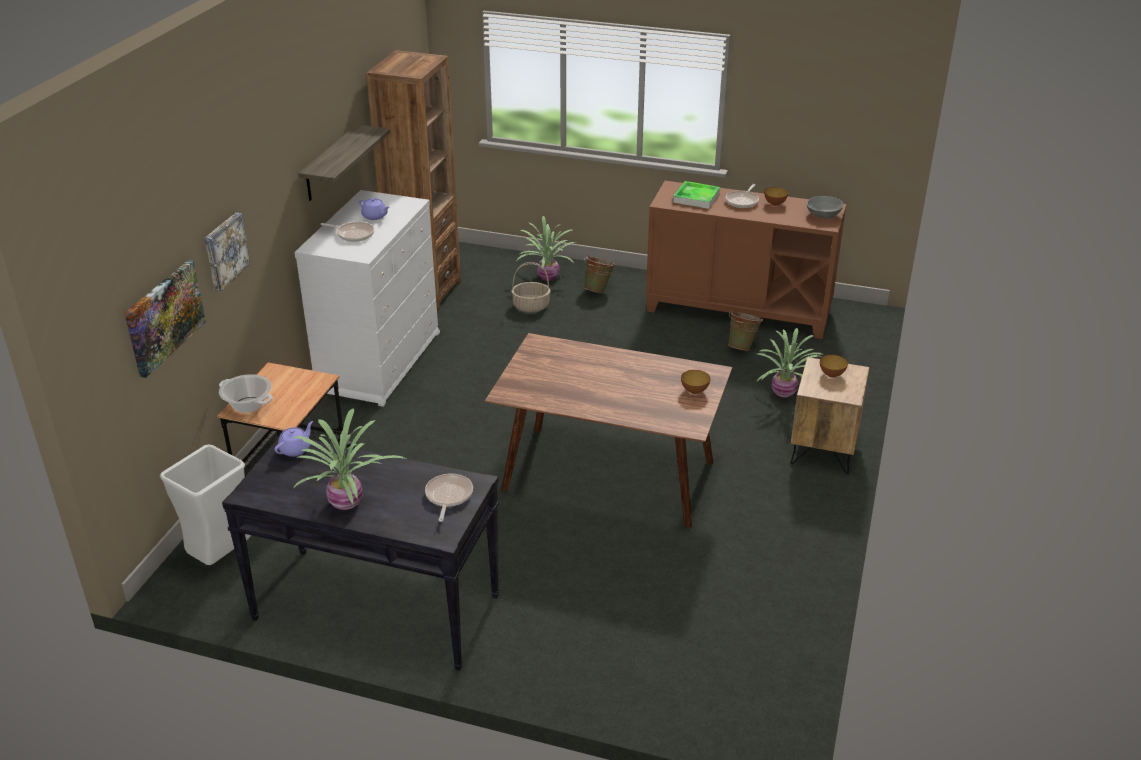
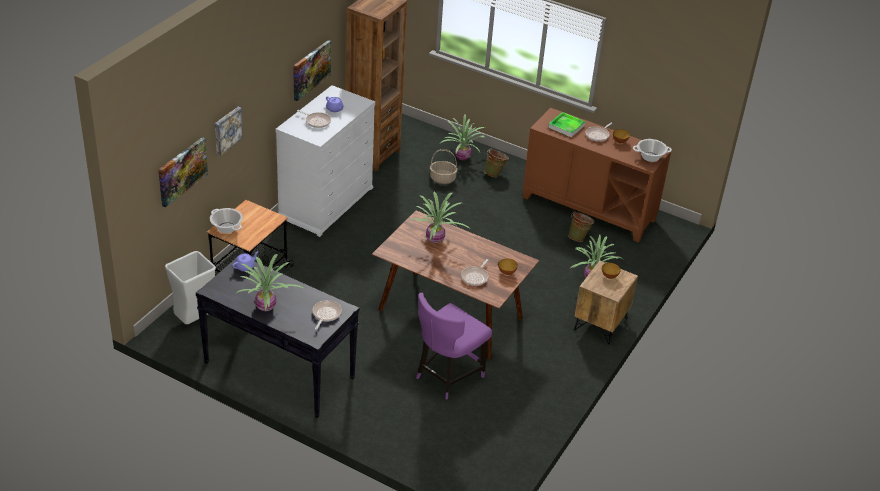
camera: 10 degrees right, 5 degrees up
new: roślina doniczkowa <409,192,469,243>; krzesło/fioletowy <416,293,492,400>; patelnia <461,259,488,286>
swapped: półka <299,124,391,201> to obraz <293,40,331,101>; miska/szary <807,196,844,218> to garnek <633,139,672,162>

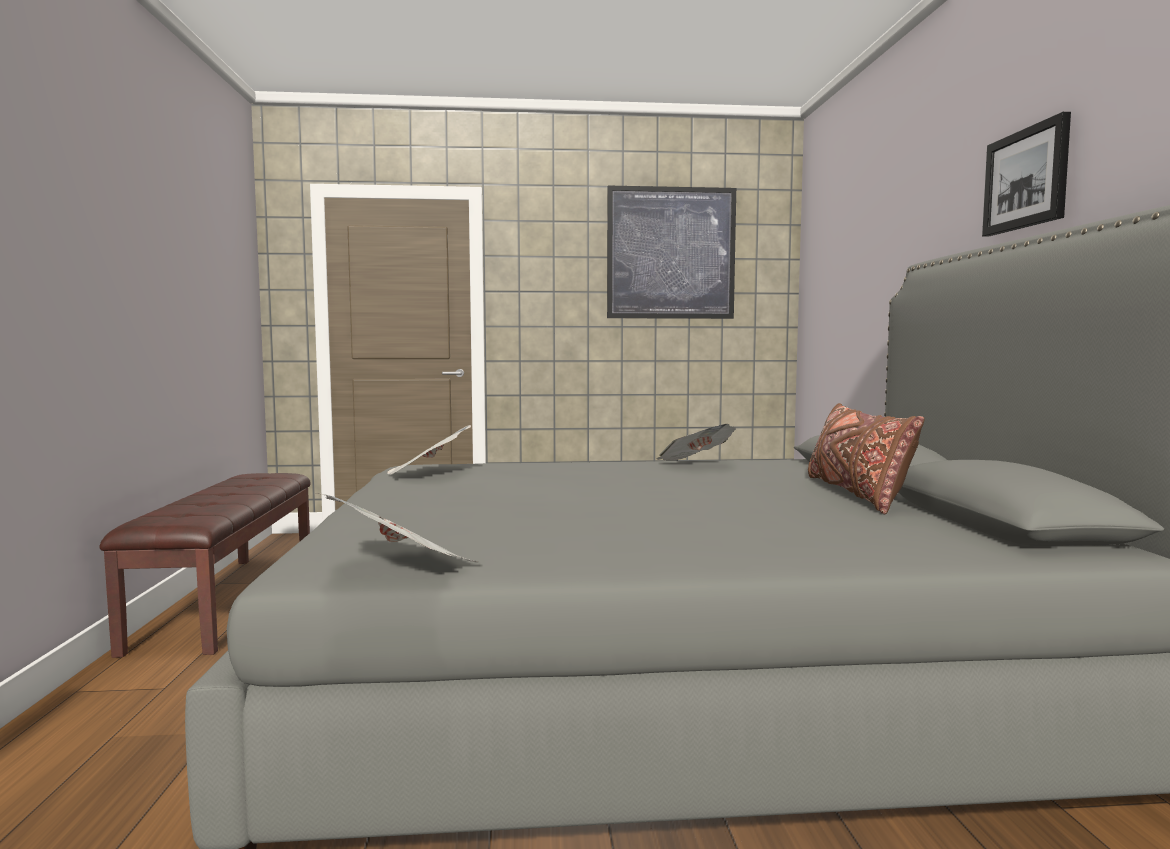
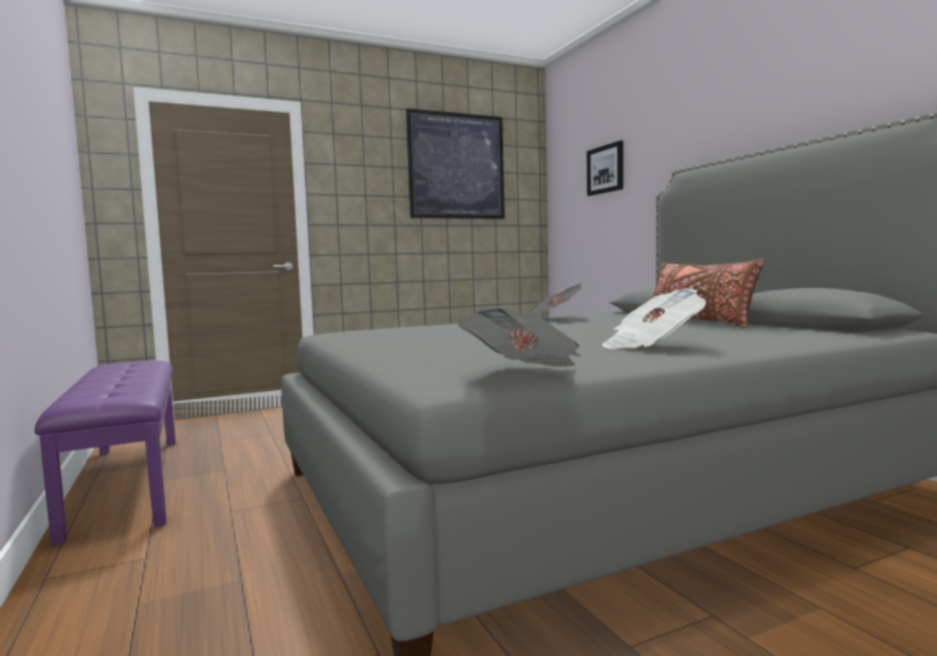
camera: 20 degrees left, 0 degrees up
shifted: gazeta <387,425,471,475> to <602,289,706,349>; obraz <982,112,1071,236> to <587,140,623,196>
repainted: ławka/brązowy <100,473,311,658> to ławka/fioletowy <35,361,176,546>

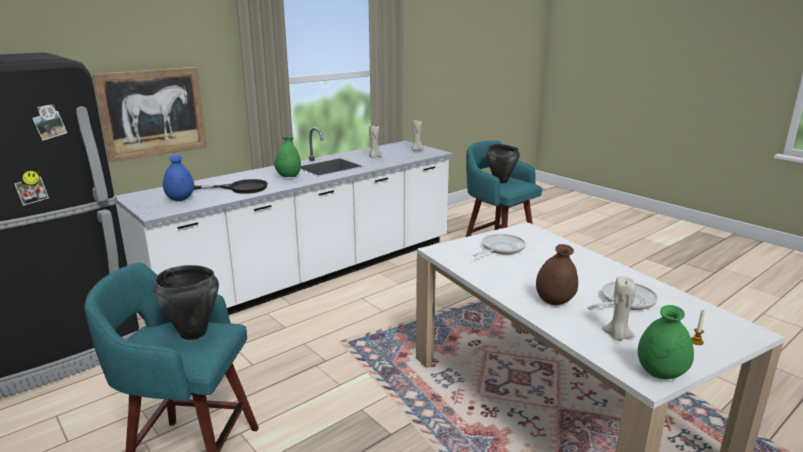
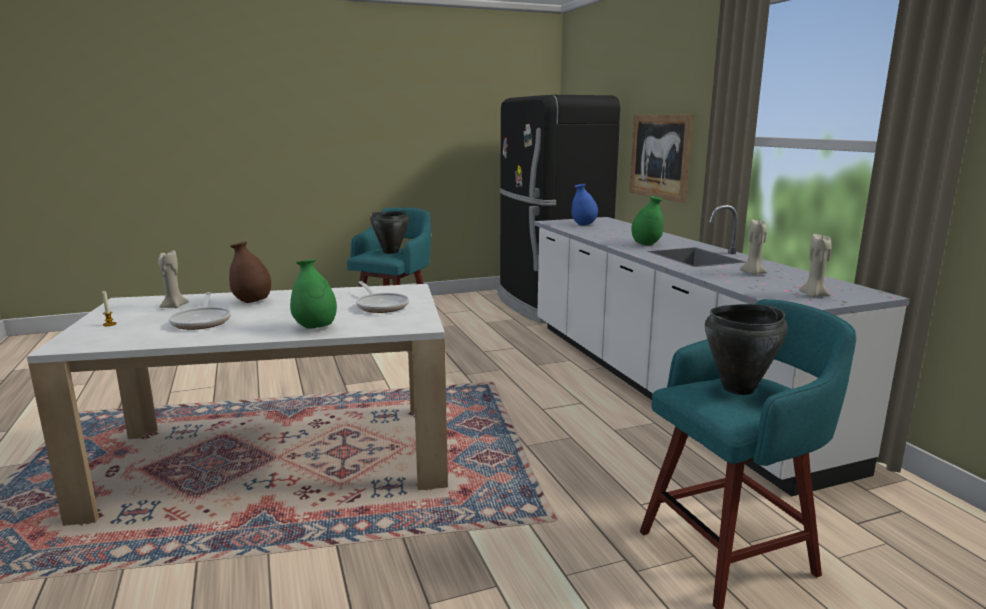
camera: 110 degrees right, 5 degrees down
gone: patelnia/czarny <194,179,268,194>
shifted: wazon/zielony <638,305,694,379> to <290,259,337,329>

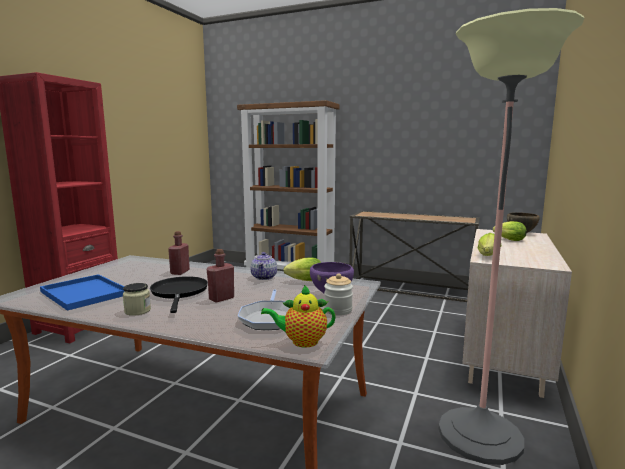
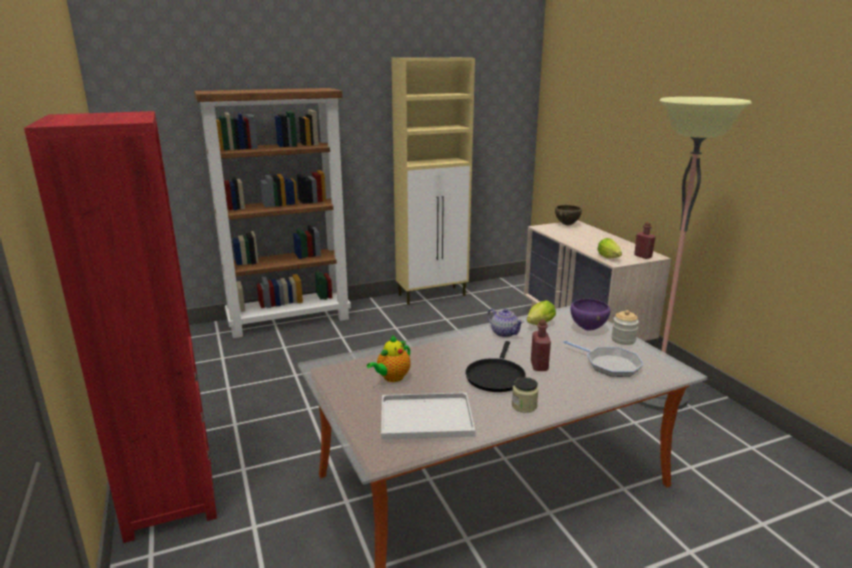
camera: 45 degrees left, 10 degrees up
gone: sałata <493,221,527,241>
shifted: butelka/czerwony <168,231,190,275> to <634,222,656,259>; imbryk <261,285,335,348> to <367,335,411,382>
swapped: stolik konsolowy <349,211,480,302> to szafka/beżowy <391,58,475,305>
repainted: taca/niebieski <40,274,124,311> to taca/biały <381,392,475,440>
rotated: patelnia/czarny <150,276,208,313> = <465,341,526,392> 105 degrees counterclockwise

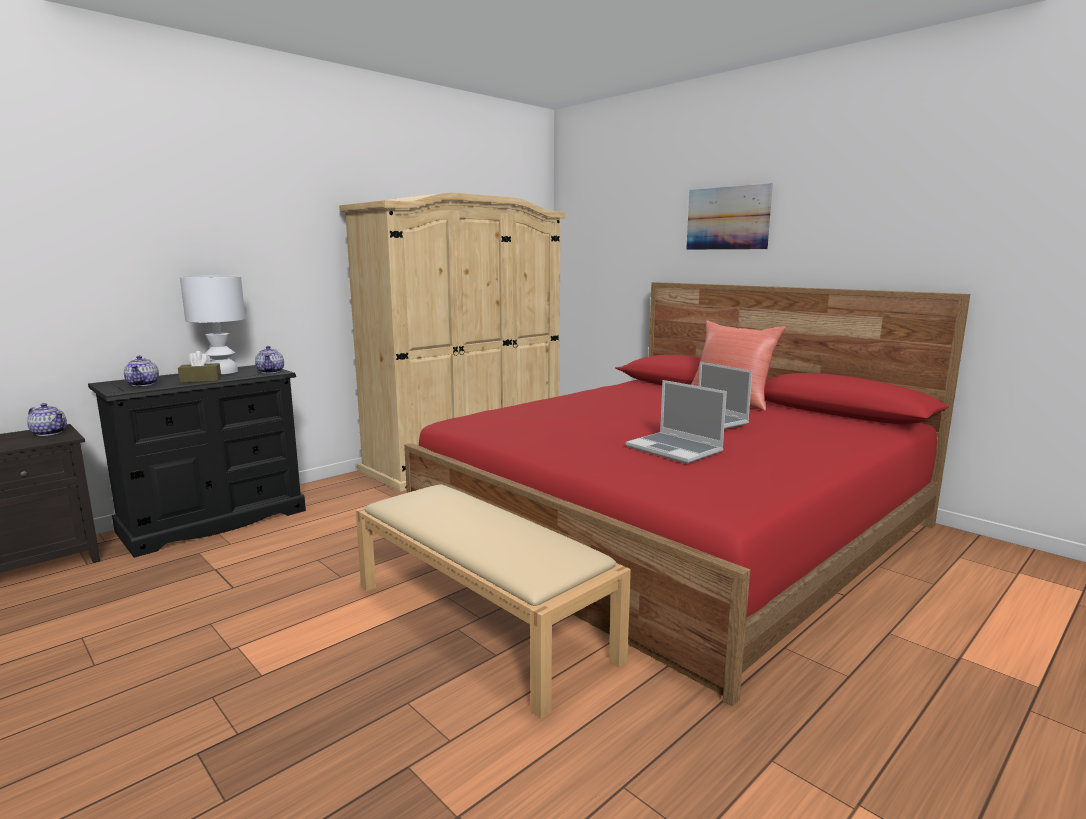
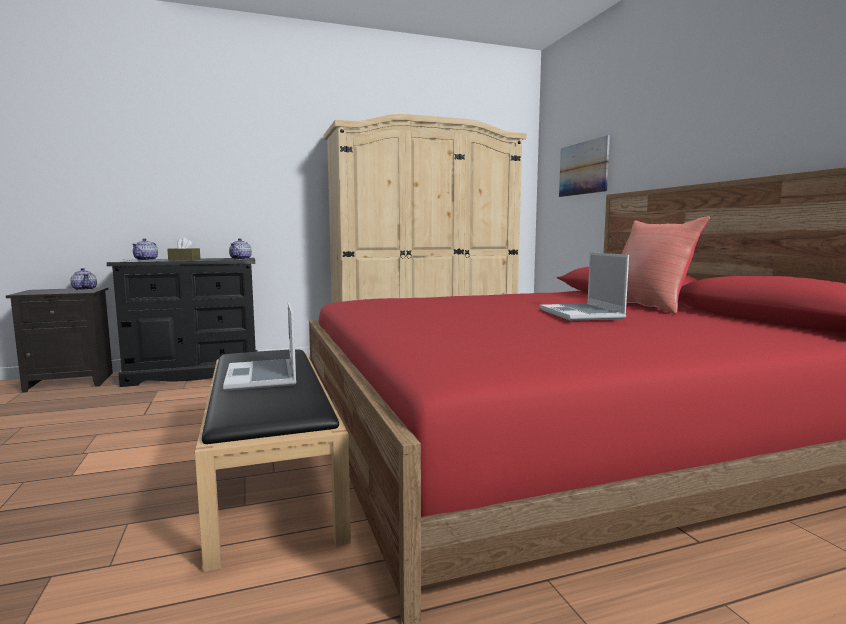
camera: 25 degrees right, 5 degrees down
gone: lampa stołowa/biały <180,276,245,374>
shifted: laptop <625,380,727,464> to <223,302,296,391>; obraz <686,183,773,250> to <559,135,610,197>
repainted: ławka/beżowy <356,484,631,719> to ławka/czarny <195,349,351,572>

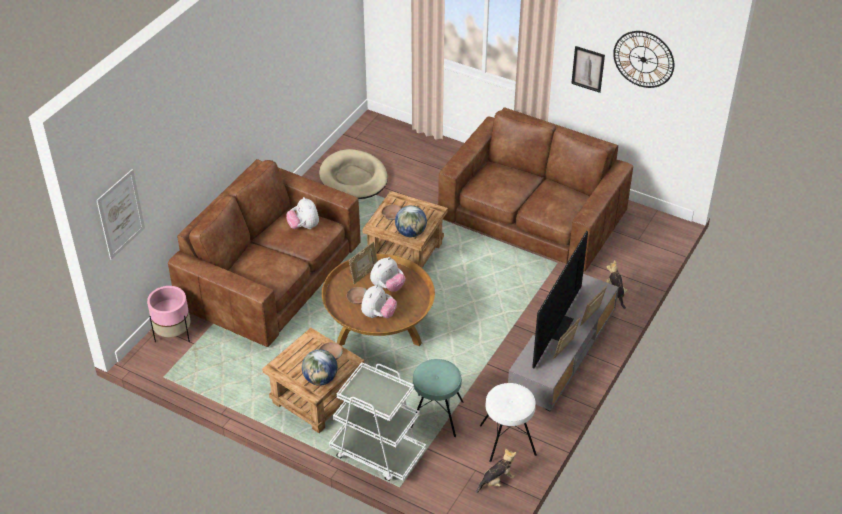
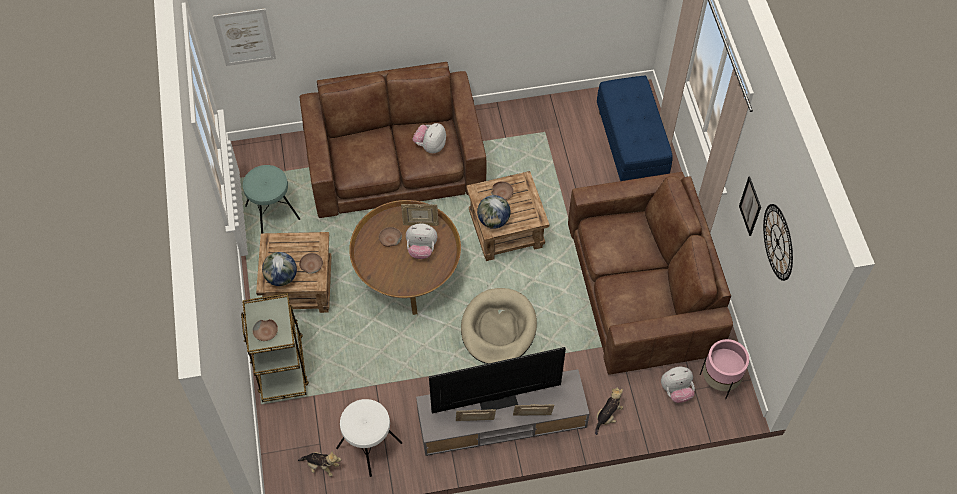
camera: 50 degrees right, 15 degrees up
new: miska/brązowy <252,319,278,341>; ławka/niebieski <597,76,673,181>
shifted: donica/różowy <147,286,191,342> to <700,339,749,399>; legowisko/beżowy <319,149,388,199> to <461,288,537,364>; pluszak <361,284,397,318> to <661,367,695,403>; stołek/turkusowy <411,359,464,437> to <243,165,300,233>
repainted: wózek/biały <329,362,426,481> to wózek/brązowy <241,293,309,402>

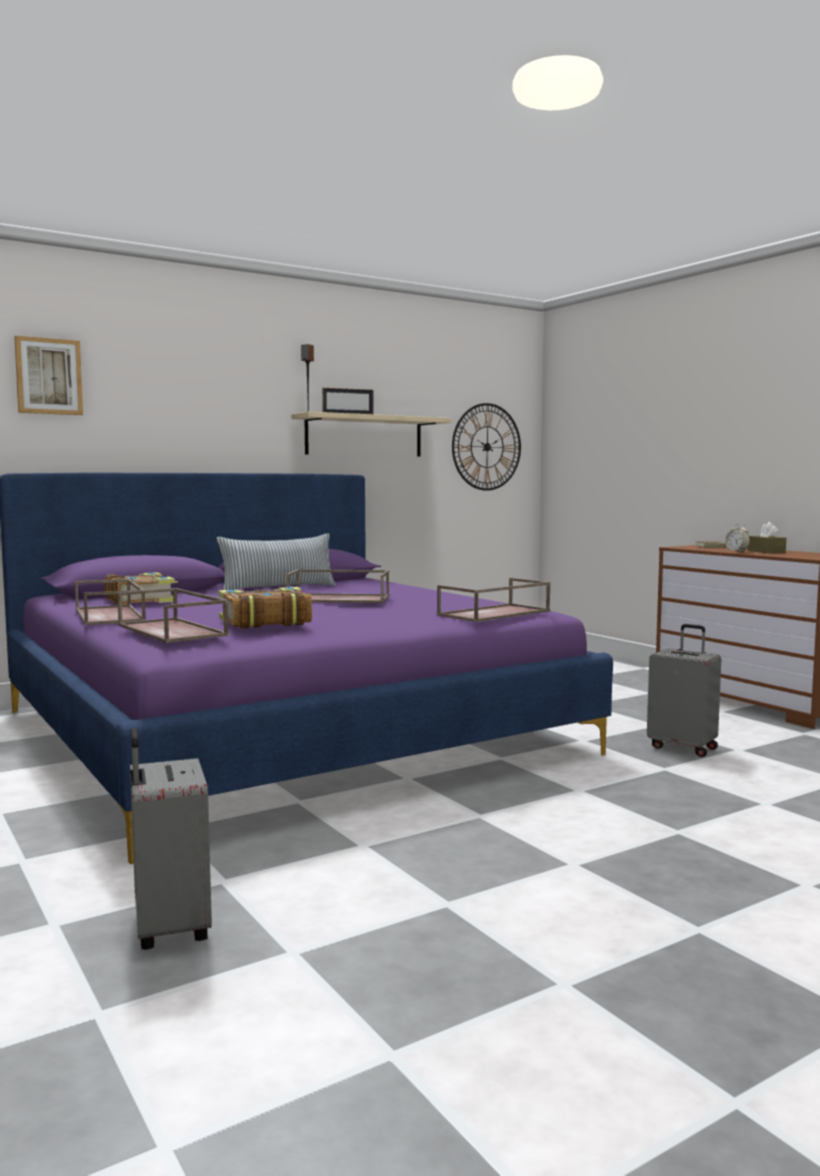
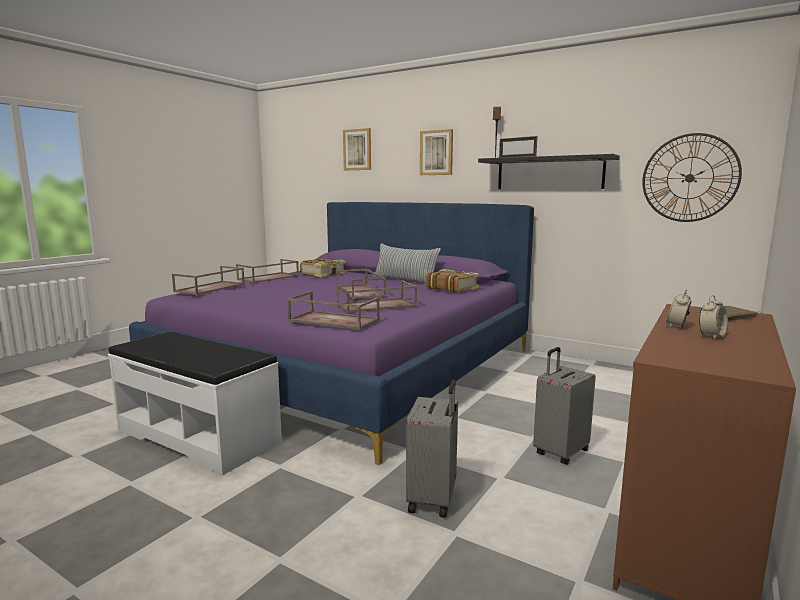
camera: 65 degrees right, 5 degrees up
new: ławka/biały <108,332,282,475>; taca/brązowy <337,280,417,313>; obraz <420,129,453,175>
shifted: walizka/szary <130,727,212,950> to <533,347,596,465>; książka <218,587,312,629> to <425,269,479,293>
swapped: pudełko chusteczek/brązowy <747,522,786,554> to budzik <699,295,728,340>
repainted: półka/beżowy <291,412,452,456> to półka/czarny <478,154,620,189>

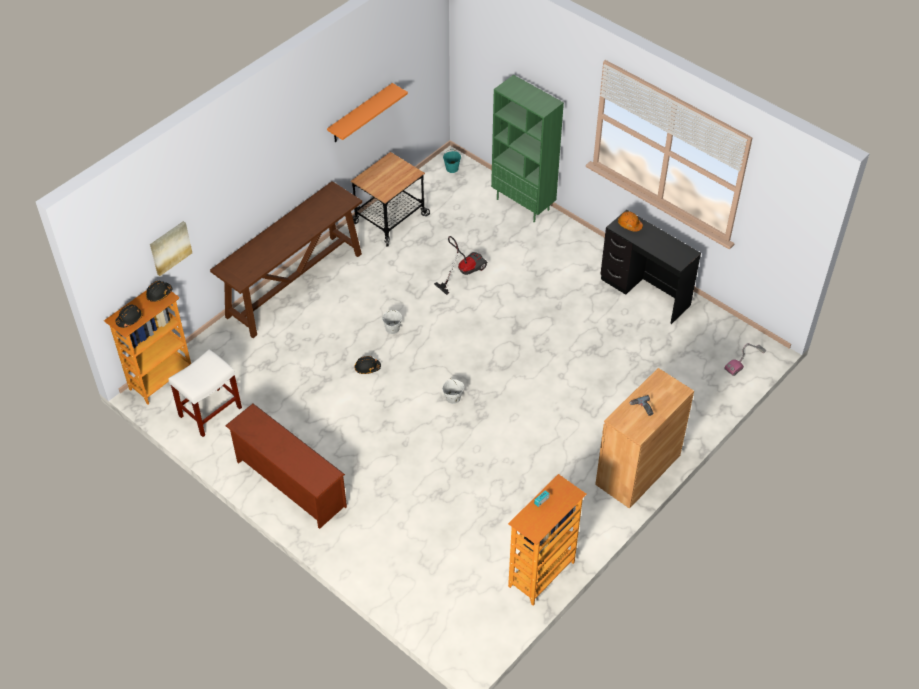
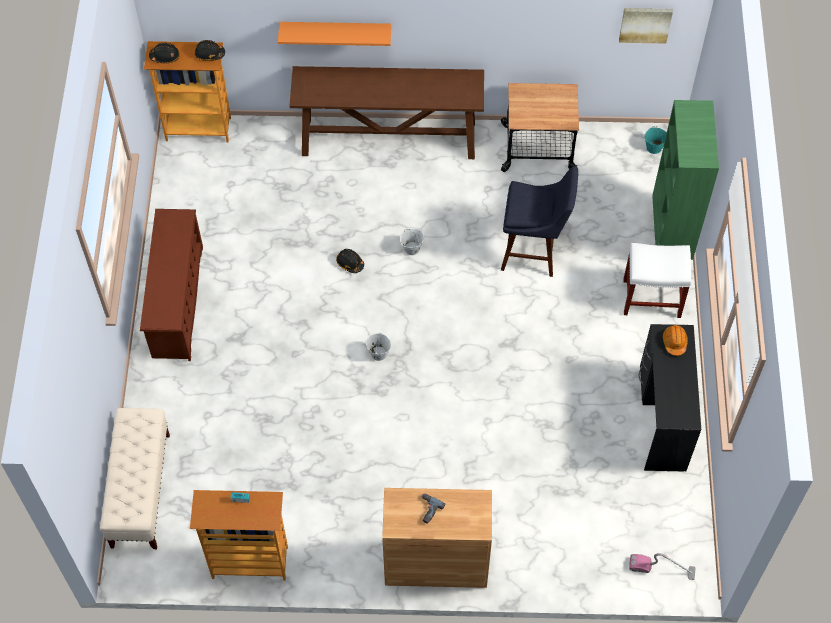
camera: 50 degrees right, 10 degrees up
new: ławka/beżowy <100,408,170,549>
shifted: obraz <150,221,192,276> to <619,8,673,44>; stołek/biały <169,349,242,437> to <623,243,691,318>; półka/pomarańczowy <327,83,408,142> to <278,22,391,46>
swapped: odkurzacz <434,236,488,295> to stołek/niebieski <501,166,578,277>

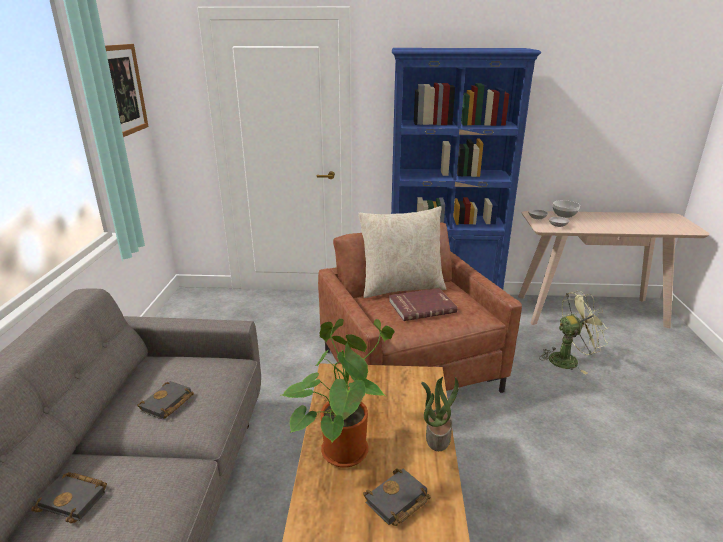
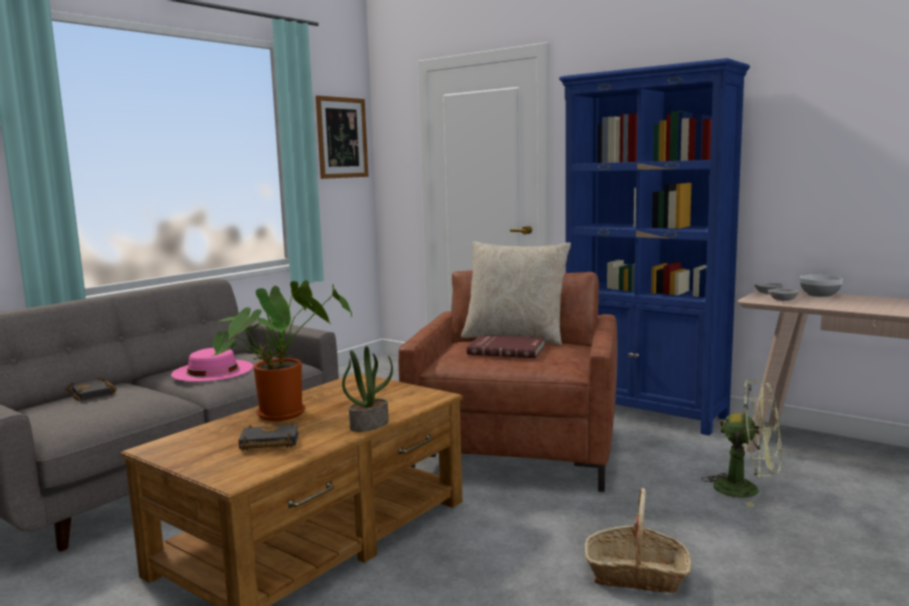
camera: 35 degrees right, 15 degrees down
new: koszyk <585,488,692,593>
swapped: książka/czarny <137,381,194,419> to kapelusz/różowy <171,348,253,382>

